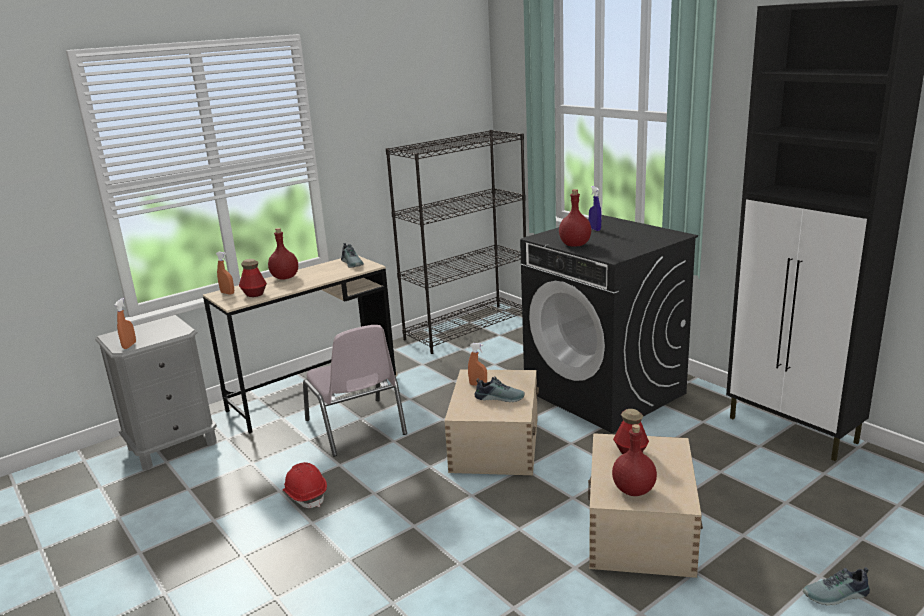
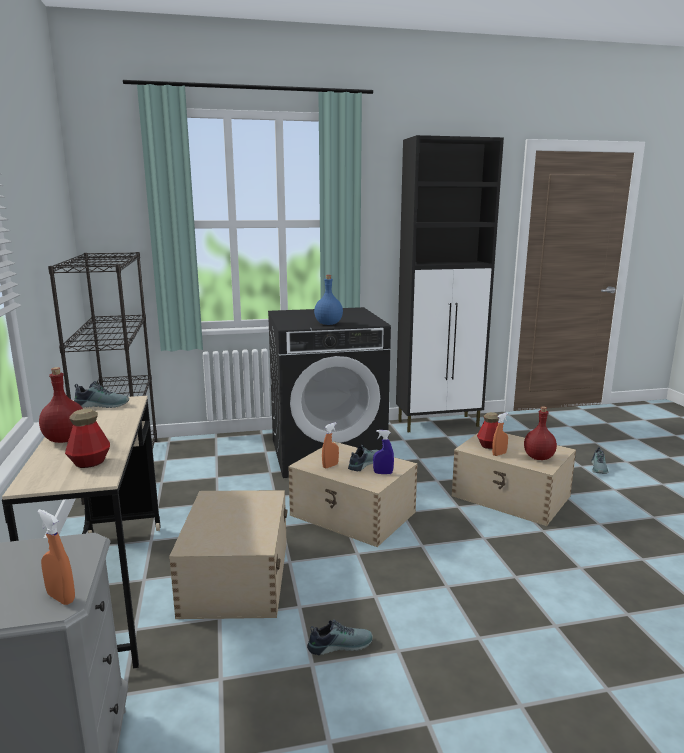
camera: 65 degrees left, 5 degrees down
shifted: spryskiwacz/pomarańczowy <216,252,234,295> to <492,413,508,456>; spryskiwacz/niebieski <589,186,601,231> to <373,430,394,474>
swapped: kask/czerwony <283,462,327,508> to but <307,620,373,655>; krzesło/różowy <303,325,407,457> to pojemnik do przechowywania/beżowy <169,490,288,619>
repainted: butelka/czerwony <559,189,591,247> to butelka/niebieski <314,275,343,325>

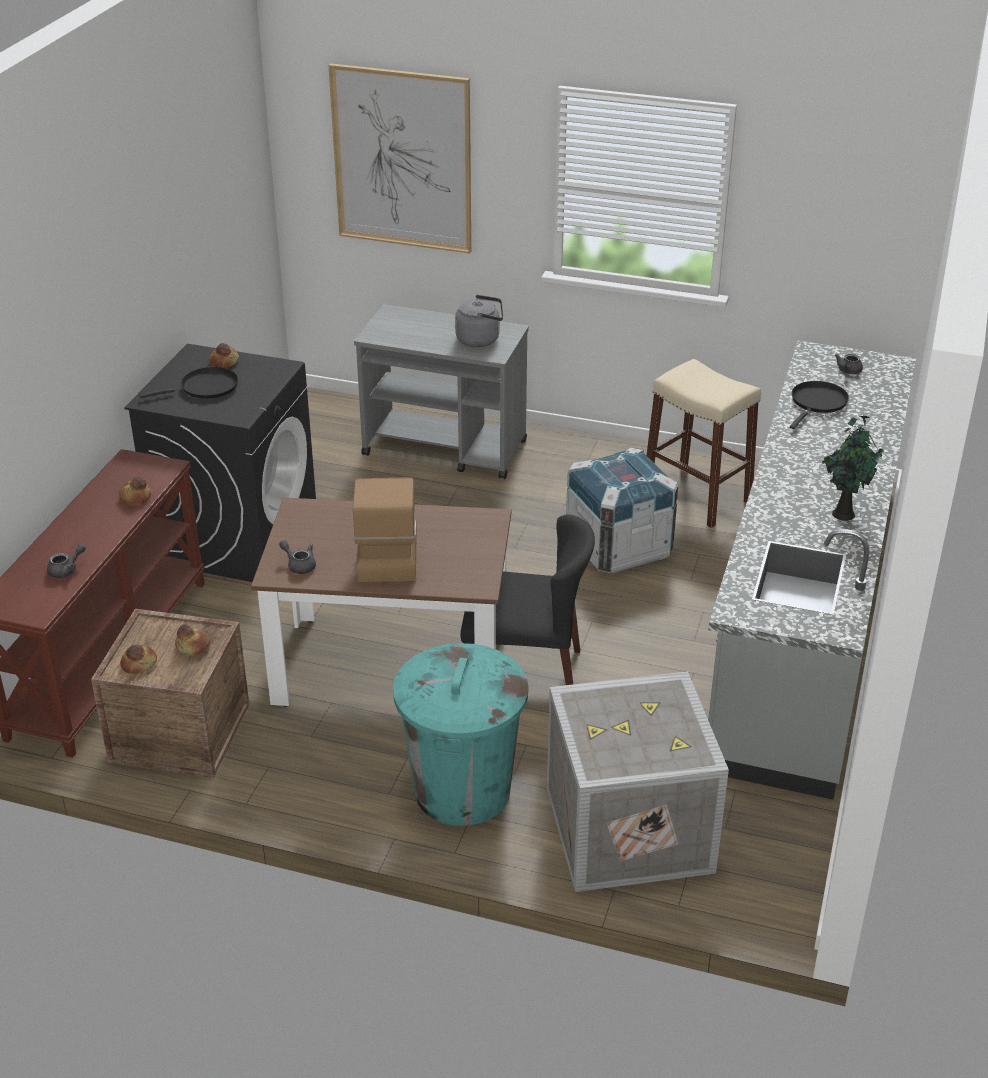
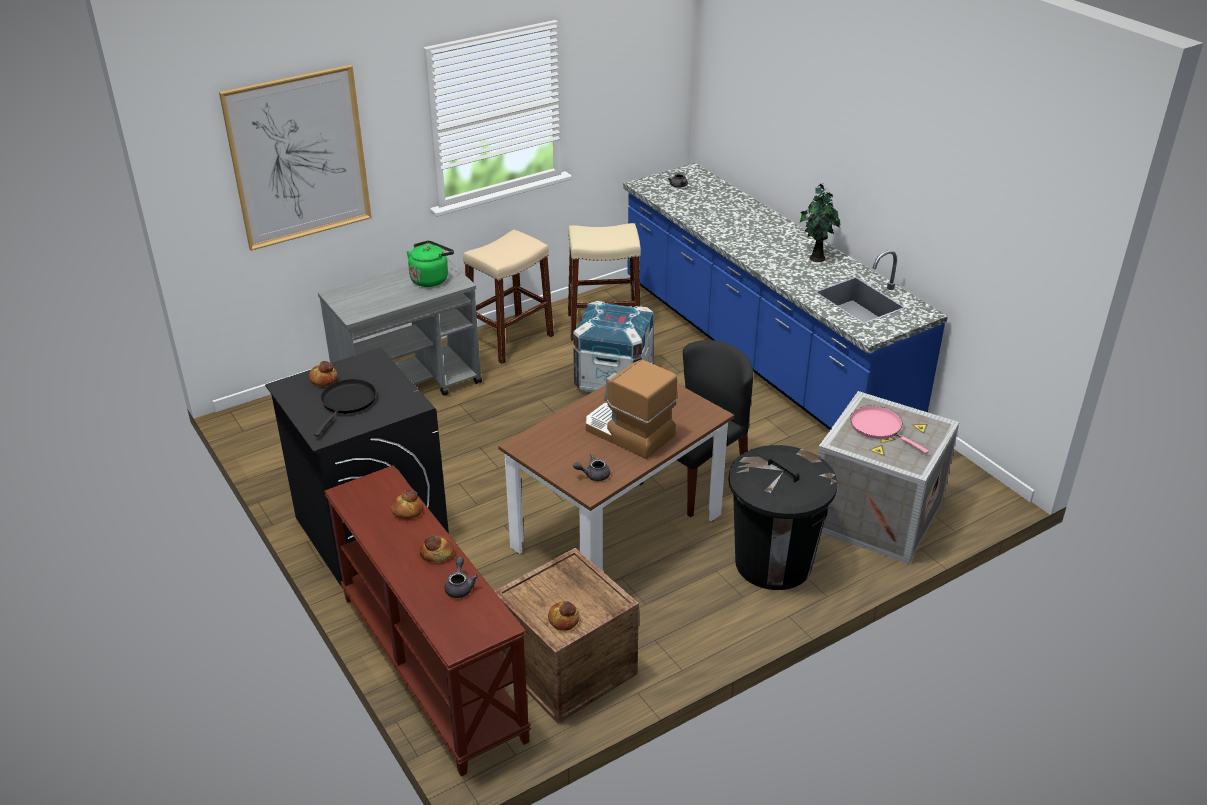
camera: 50 degrees left, 0 degrees up
gone: patelnia/czarny <790,381,849,429>
new: stołek/beżowy <463,230,554,364>; patelnia/różowy <850,406,929,454>
shifted: chleb <175,624,210,656> to <420,535,454,562>
repainted: kosz na śmieci/turkusowy <393,643,529,826> to kosz na śmieci/czarny <728,445,838,590>; czajnik/szary <455,295,503,347> to czajnik/zielony <407,241,454,287>; zabudowa kuchenna/szary <708,341,916,800> to zabudowa kuchenna/niebieski <623,163,948,430>

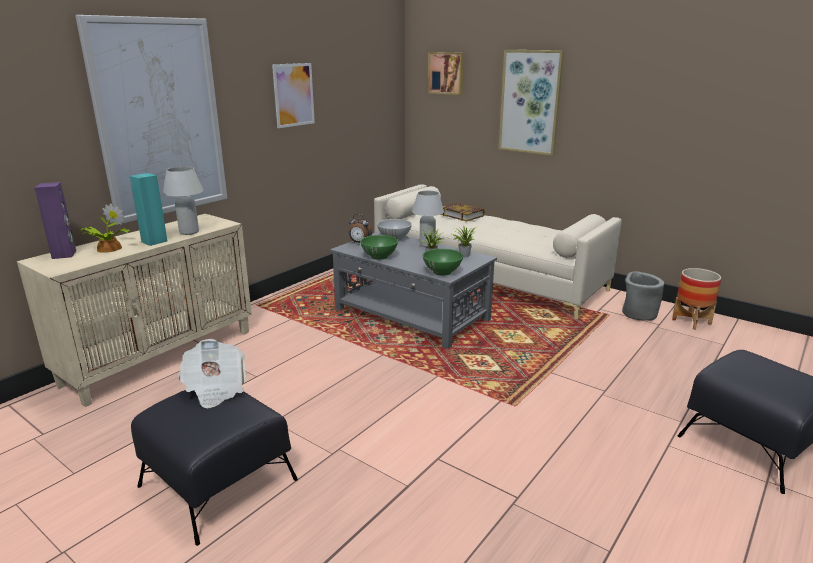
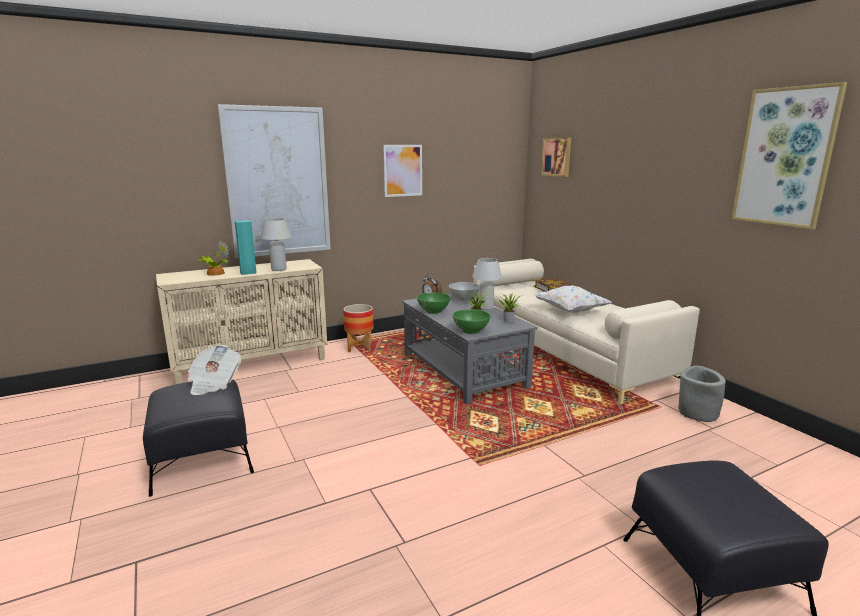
camera: 25 degrees right, 5 degrees down
gone: głośnik/fioletowy <35,182,76,259>
new: poduszka/biały <534,285,613,312>
shifted: obraz <499,50,564,156> to <732,82,847,229>; donica <672,268,721,330> to <343,304,373,352>

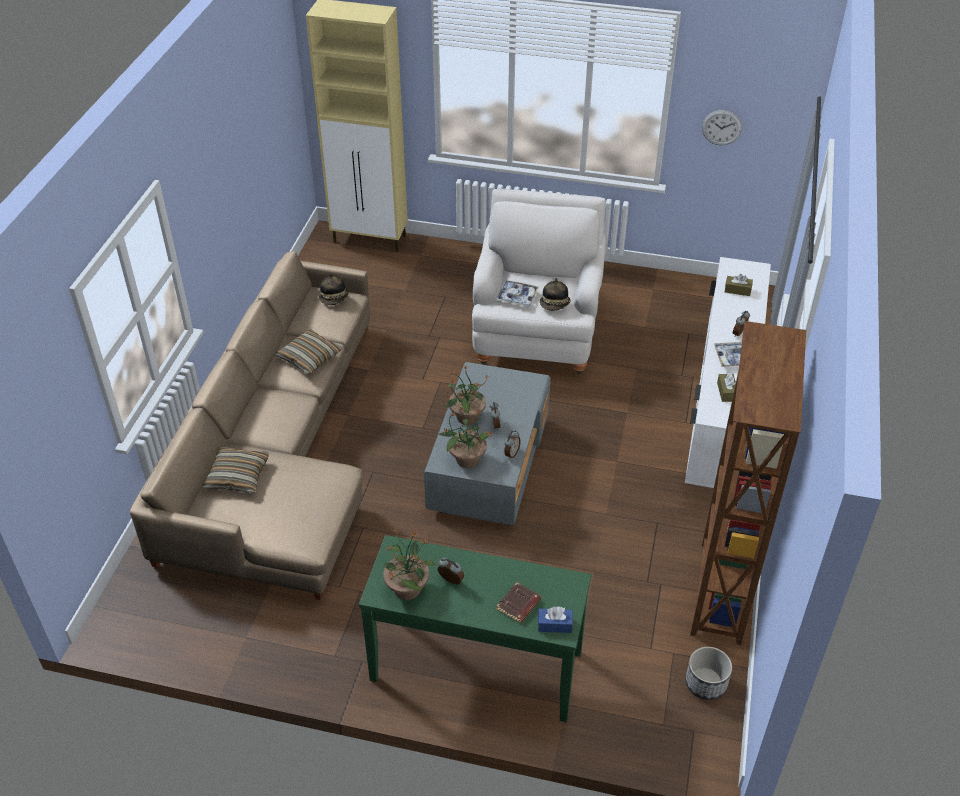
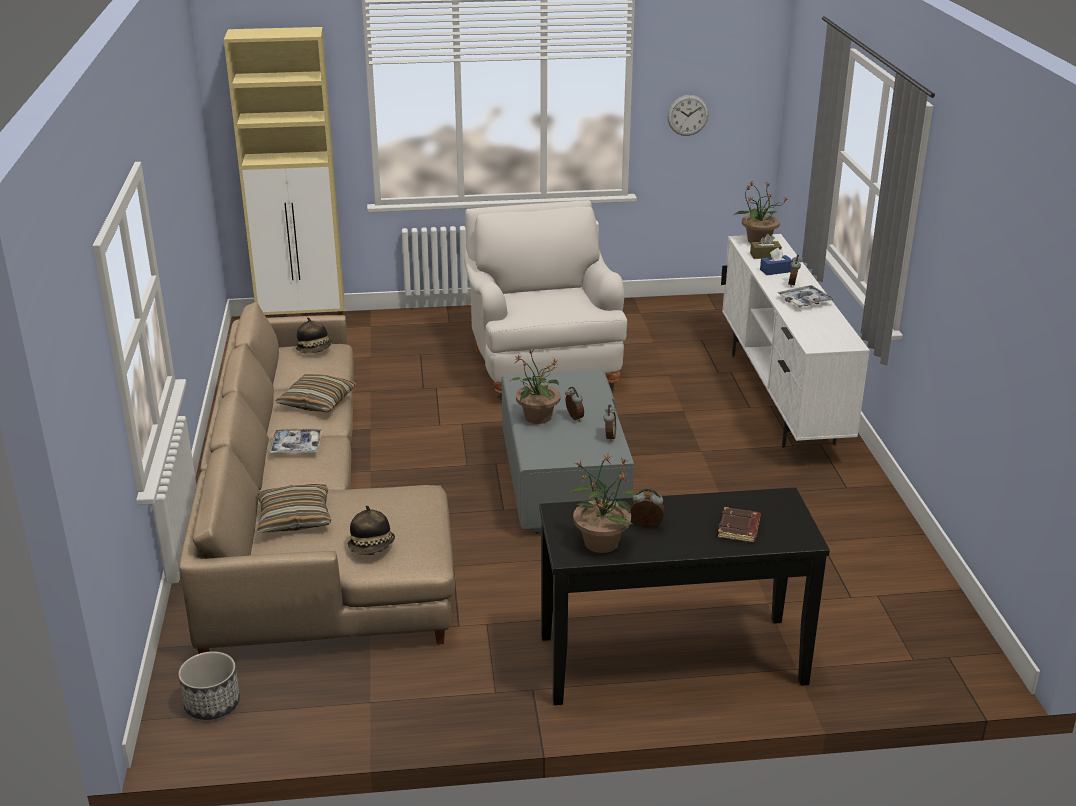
camera: 20 degrees left, 15 degrees down
gone: regał/brązowy <690,321,806,645>; pudełko chusteczek/brązowy <717,372,736,402>
shifted: roślina doniczkowa <438,406,493,468> to <734,182,788,243>; taca <496,280,539,307> to <269,429,323,453>; pudełko chusteczek/niebieski <538,606,573,633> to <760,248,793,275>; kapelusz <540,278,571,311> to <348,506,395,555>; donica <685,647,732,700> to <178,651,240,720>
repainted: stolik konsolowy/zielony <359,535,591,722> to stolik konsolowy/czarny <539,487,830,705>

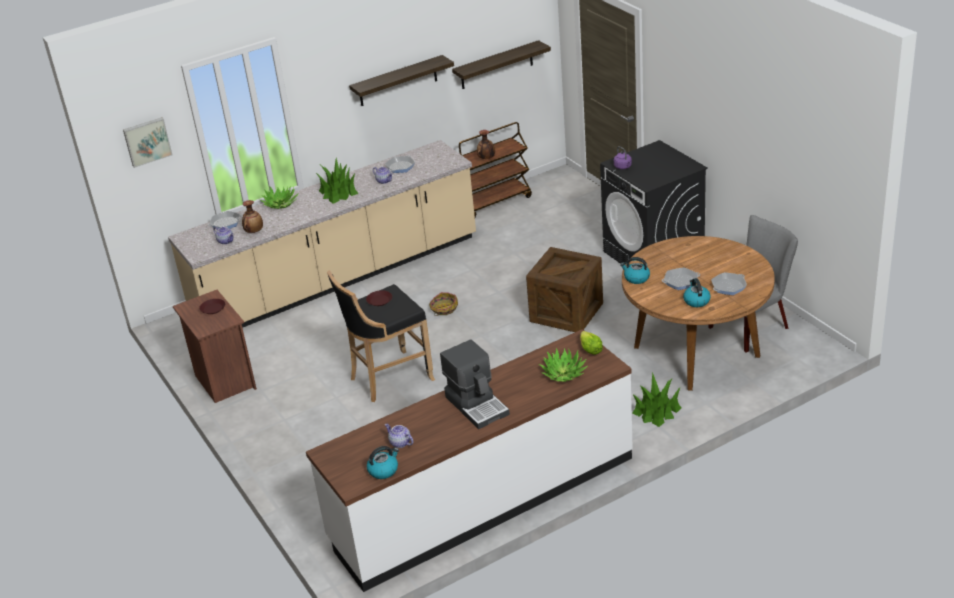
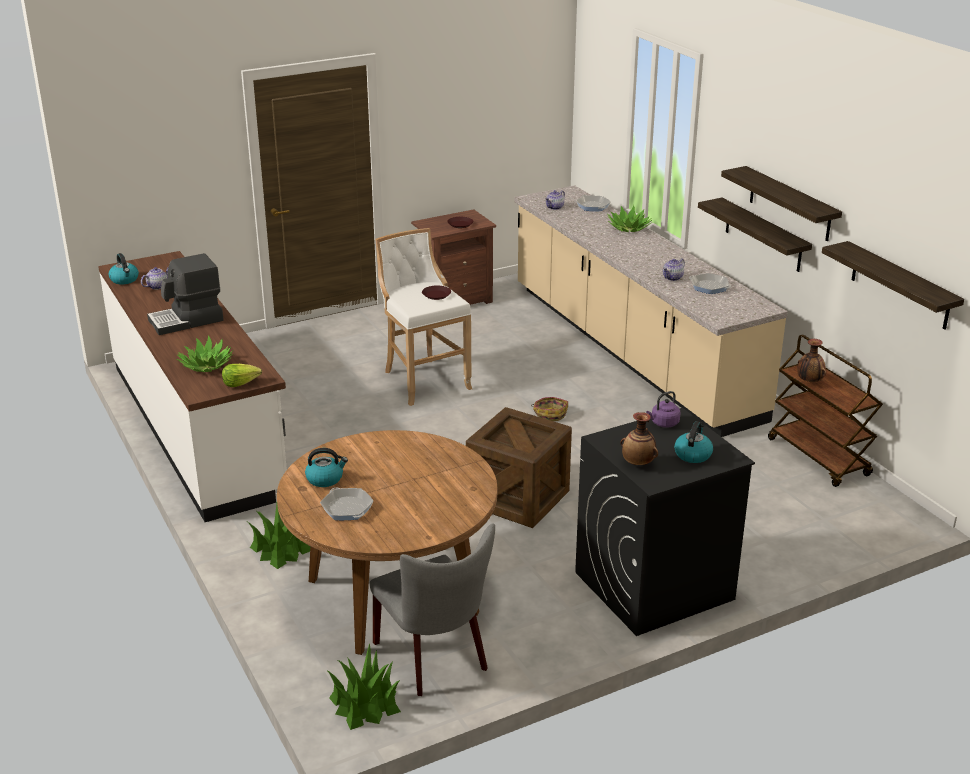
camera: 90 degrees right, 5 degrees down
gone: obraz <123,117,173,168>; patelnia <662,268,700,290>
new: półka <698,197,812,272>
shifted: wazon <242,200,263,233> to <620,412,658,465>; roślina doniczkowa <315,158,359,204> to <328,643,401,730>; czajnik <620,257,650,284> to <674,421,713,463>
repainted: stołek/czarny <327,270,435,402> to stołek/biały <375,228,472,406>

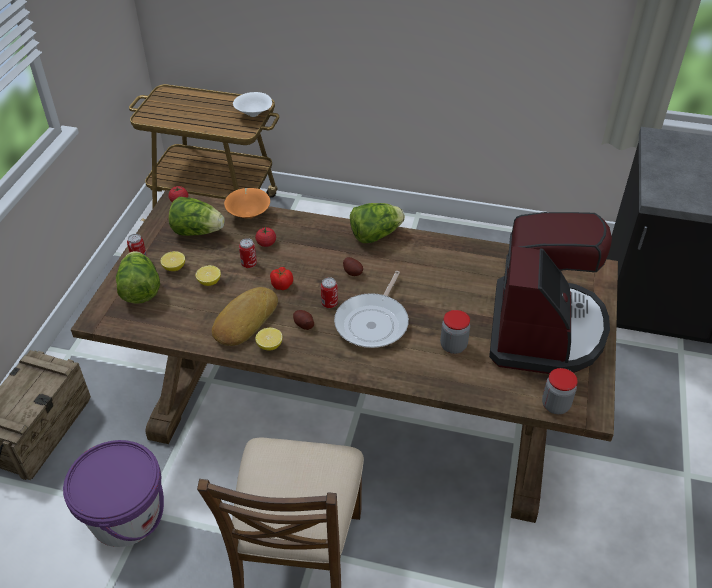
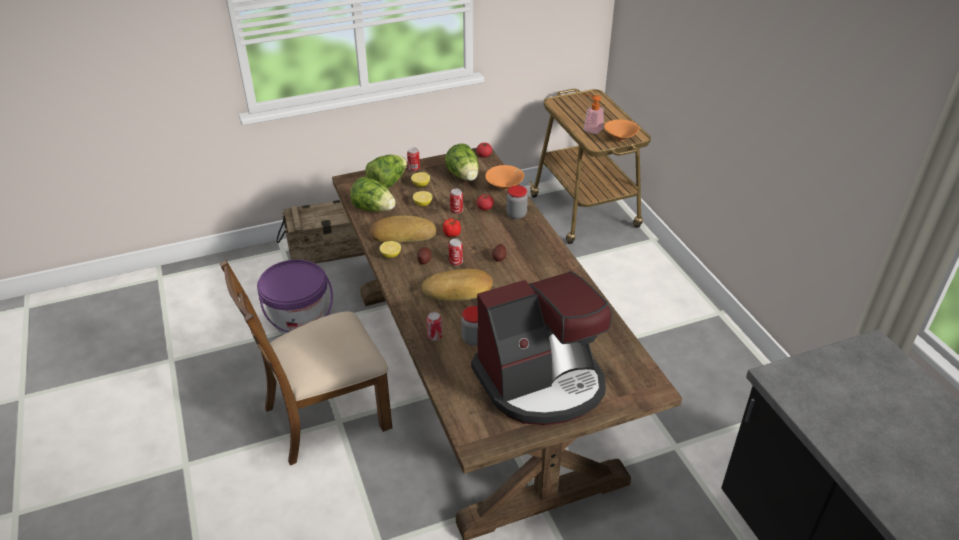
camera: 55 degrees right, 5 degrees down
new: puszka <426,312,442,341>; dozownik mydła <583,94,604,134>
shifted: sałata <350,203,405,243> to <350,176,396,212>; słoik <542,368,578,414> to <507,185,528,219>
swapped: patelnia <334,271,409,348> to chleb <421,269,493,301>
repainted: miska/biały <233,92,272,117> to miska/pomarańczowy <604,119,639,141>

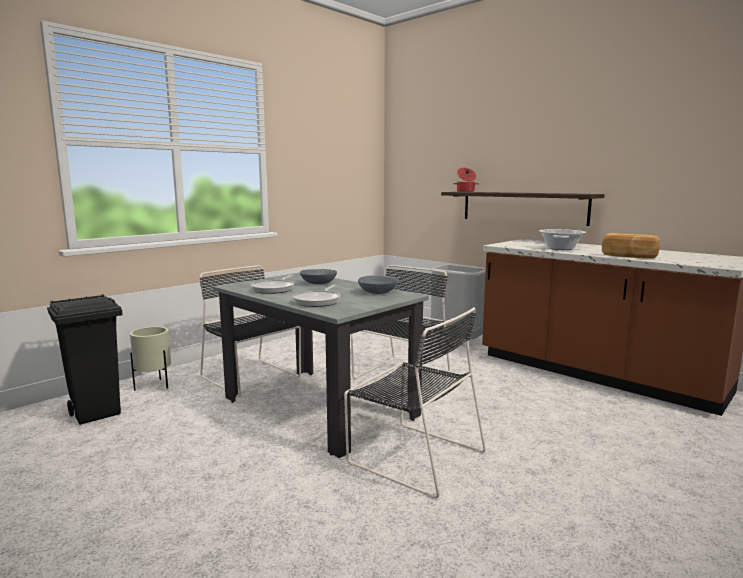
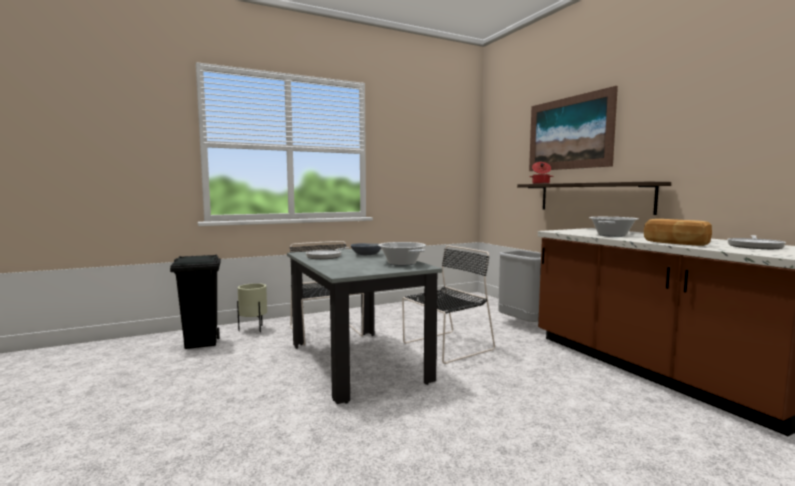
camera: 20 degrees right, 5 degrees down
gone: krzesło/czarny <344,307,486,499>
new: obraz <529,86,618,171>
shifted: patelnia <293,285,341,307> to <727,235,786,249>
swapped: miska/szary <358,275,398,294> to garnek <378,242,426,266>

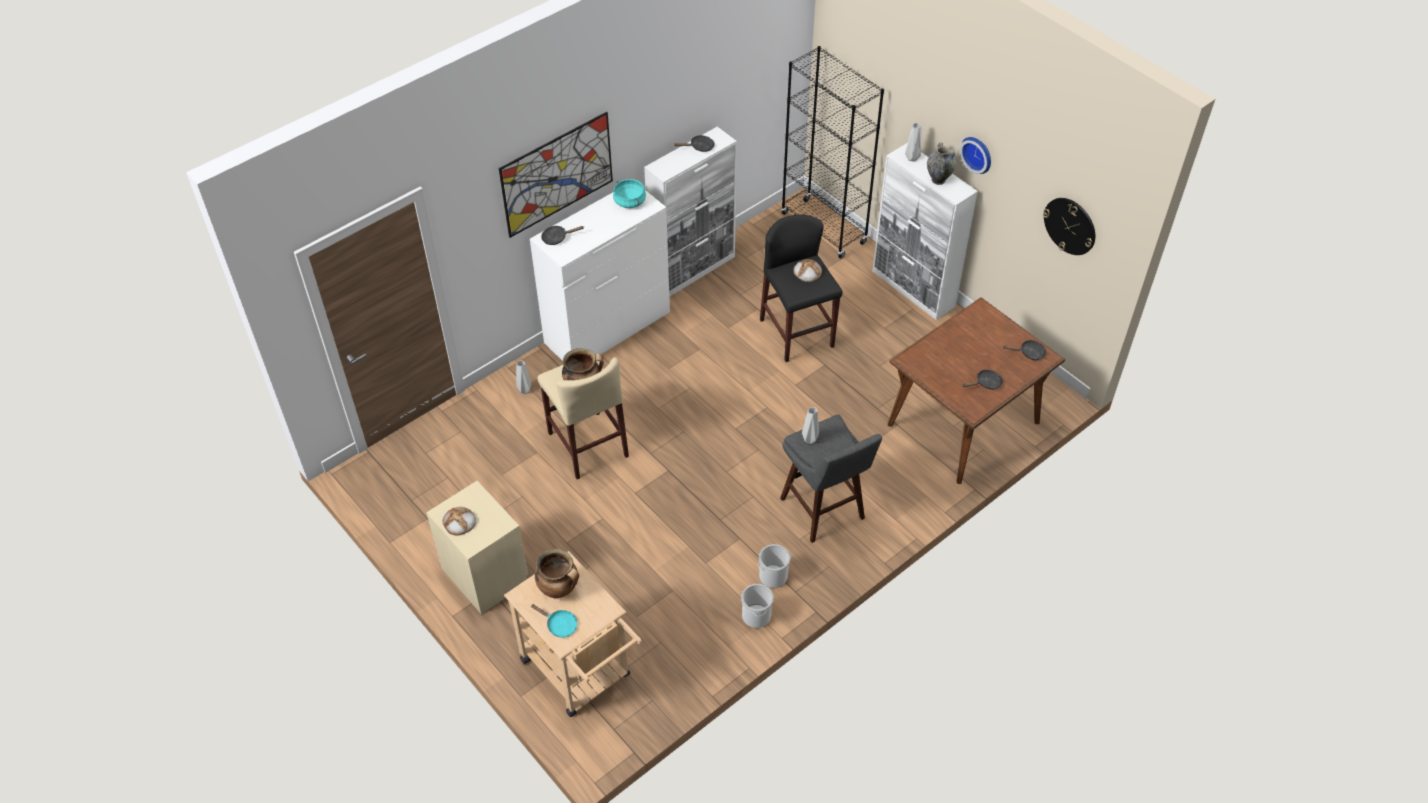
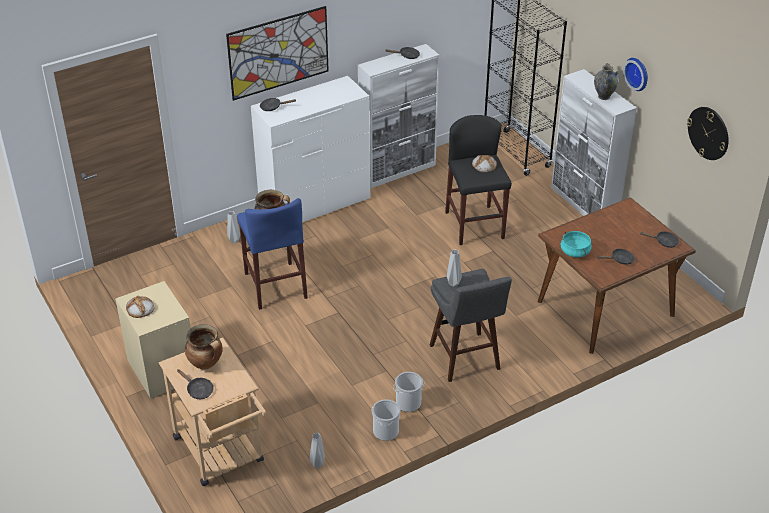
camera: 10 degrees right, 10 degrees down
shifted: garnek/turkusowy <613,179,646,208> to <560,231,592,257>; wazon/szary <905,123,922,162> to <309,433,325,469>
repainted: patelnia/turkusowy <531,604,577,638> to patelnia/czarny <177,369,214,399>; stołek/beżowy <537,357,629,479> to stołek/niebieski <237,198,308,310>

